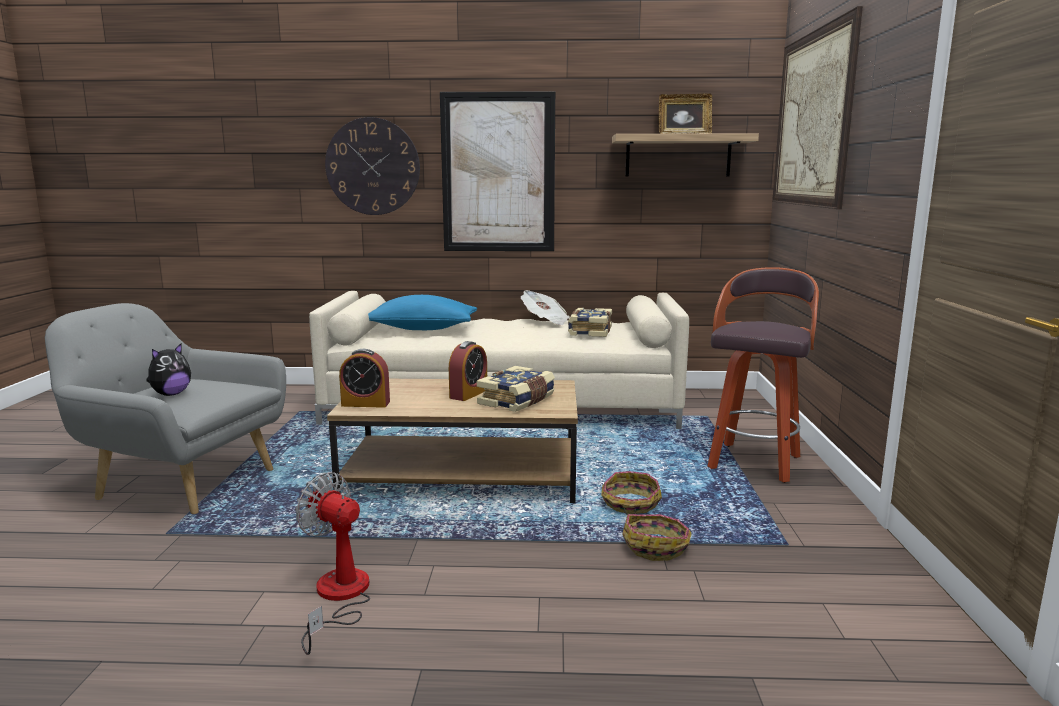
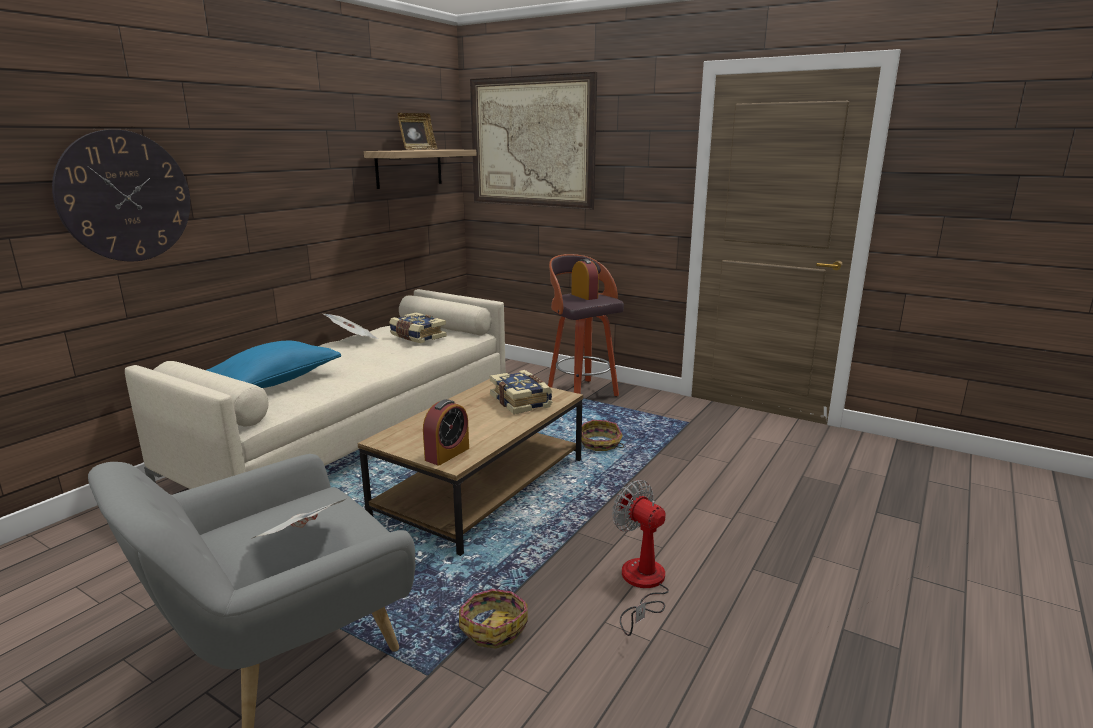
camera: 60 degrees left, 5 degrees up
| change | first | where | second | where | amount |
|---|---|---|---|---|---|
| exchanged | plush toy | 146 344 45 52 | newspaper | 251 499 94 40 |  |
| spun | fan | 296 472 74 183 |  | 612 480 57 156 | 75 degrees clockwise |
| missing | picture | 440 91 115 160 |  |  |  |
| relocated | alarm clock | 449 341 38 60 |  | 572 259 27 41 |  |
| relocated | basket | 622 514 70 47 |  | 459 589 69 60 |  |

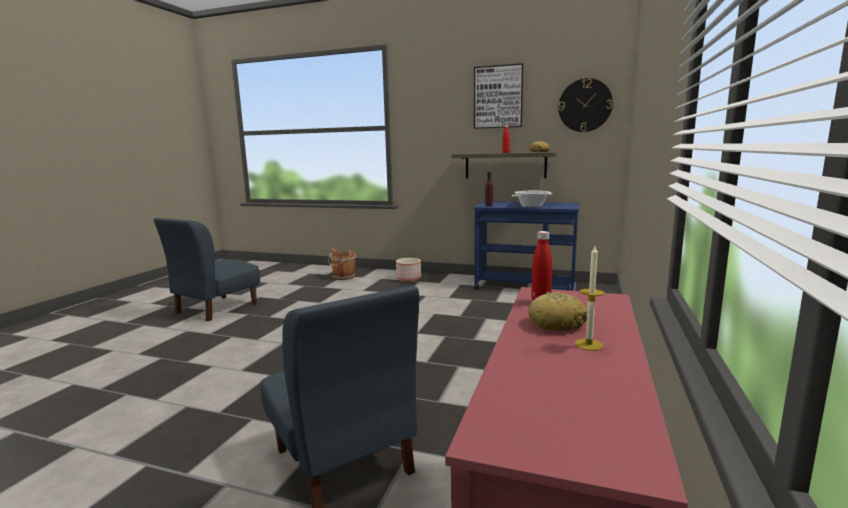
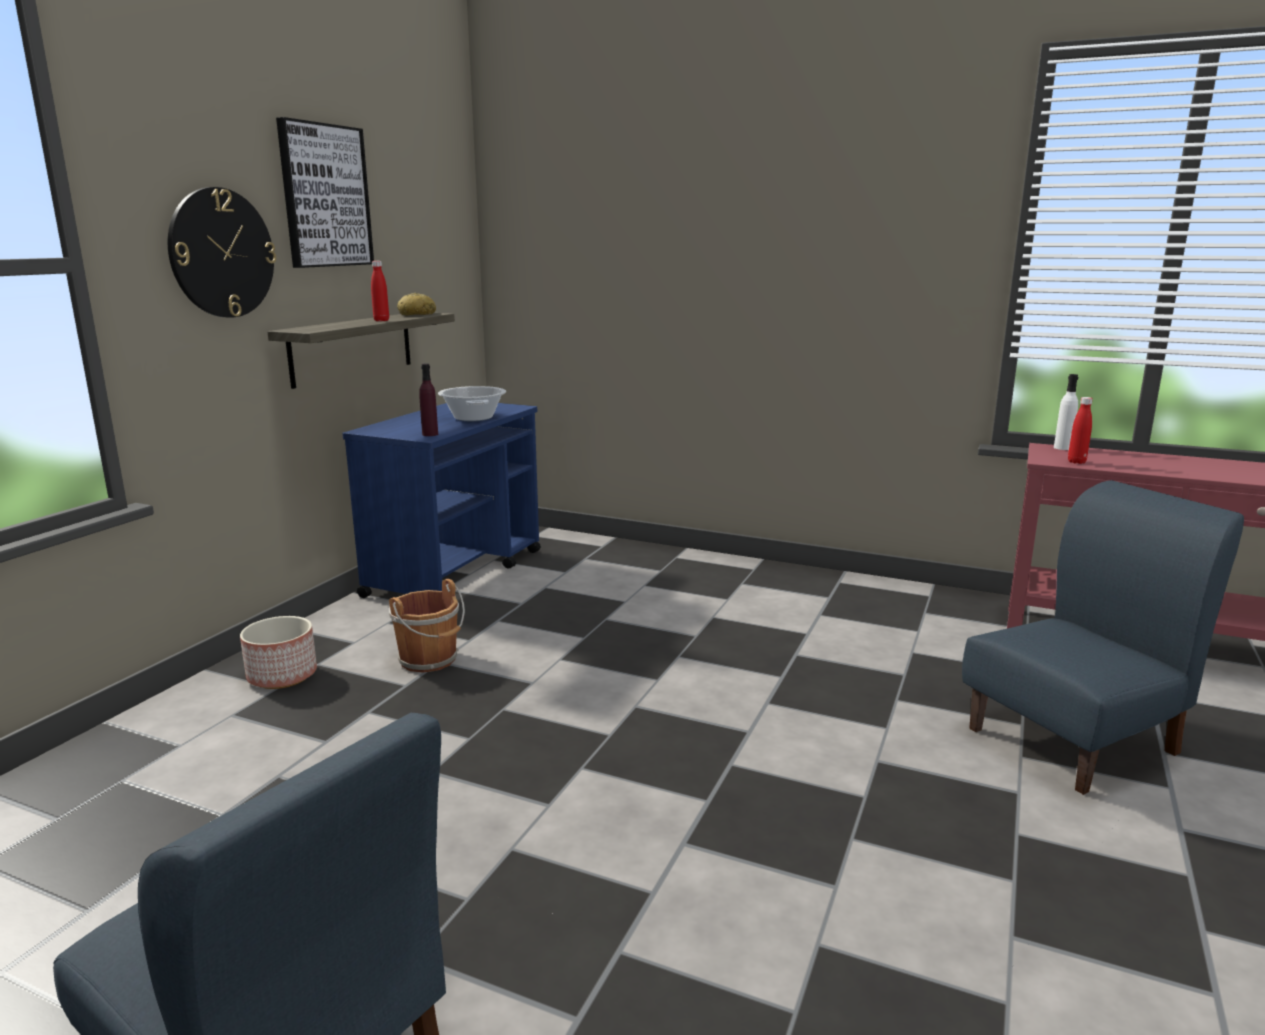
camera: 85 degrees left, 5 degrees up
| change | first | where | second | where | amount |
|---|---|---|---|---|---|
| relocated | bucket (brown) | 328 248 28 32 |  | 389 579 76 94 |  |
| missing | bread | 528 292 59 39 |  |  |  |
| relocated | wall clock | 558 78 55 54 |  | 168 187 108 131 |  |
| missing | candle | 575 246 30 105 |  |  |  |
| appeared |  |  | bottle (white) | 1054 374 24 76 |  |

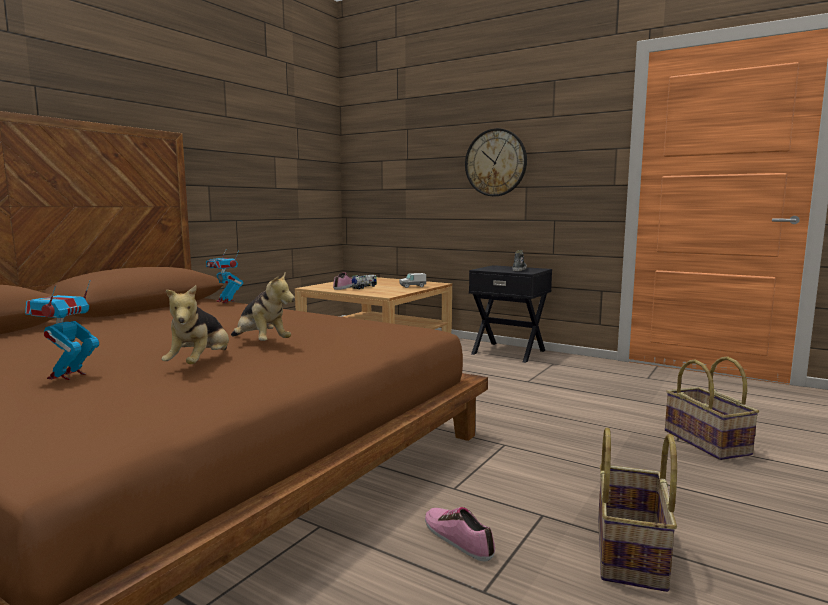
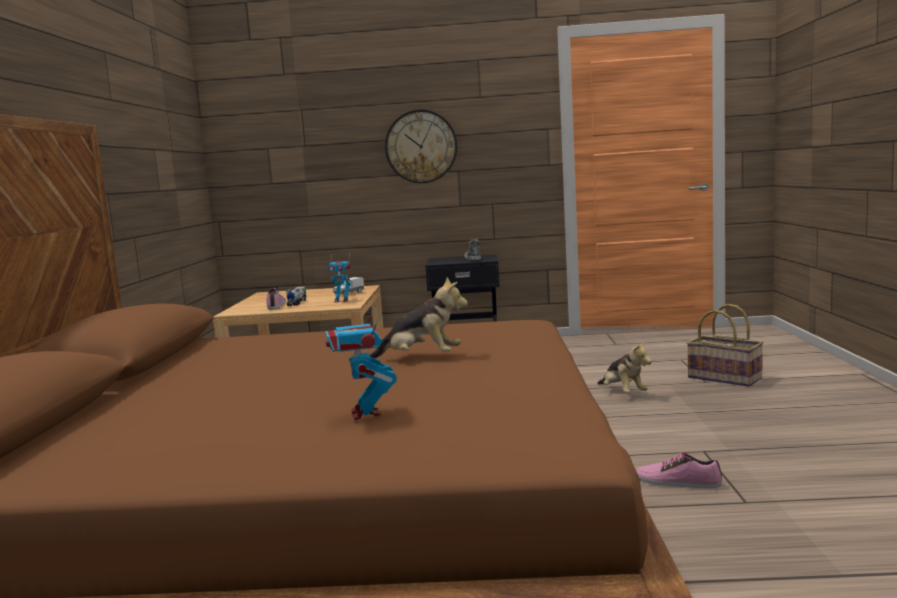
camera: 30 degrees left, 0 degrees up
| change | first | where | second | where | amount |
|---|---|---|---|---|---|
| relocated | plush toy | 161 285 68 79 |  | 598 340 54 53 |  |
| relocated | toy robot | 206 250 37 53 |  | 327 253 24 49 |  |
| missing | basket | 598 428 79 164 |  |  |  |

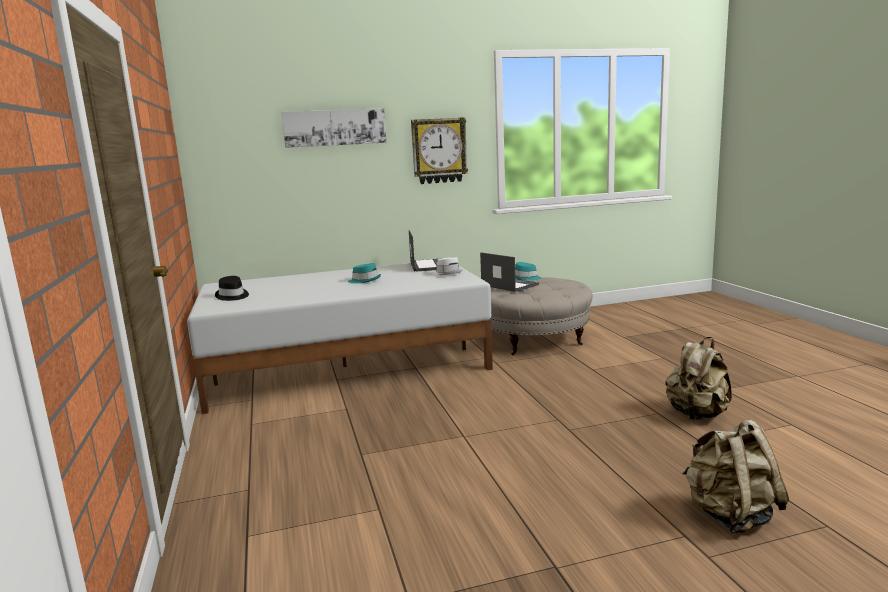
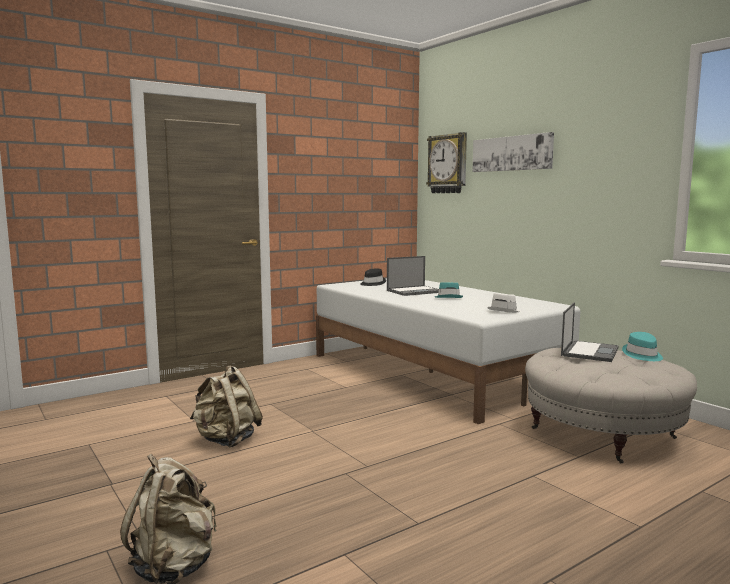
camera: 70 degrees right, 5 degrees down
| change | first | where | second | where | amount |
|---|---|---|---|---|---|
| relocated | laptop | 409 230 33 42 |  | 387 256 52 40 |  |
| relocated | wall clock | 411 118 57 66 |  | 426 132 41 61 |  |
| relocated | backpack (beige) | 666 337 66 83 |  | 190 366 73 82 |  |

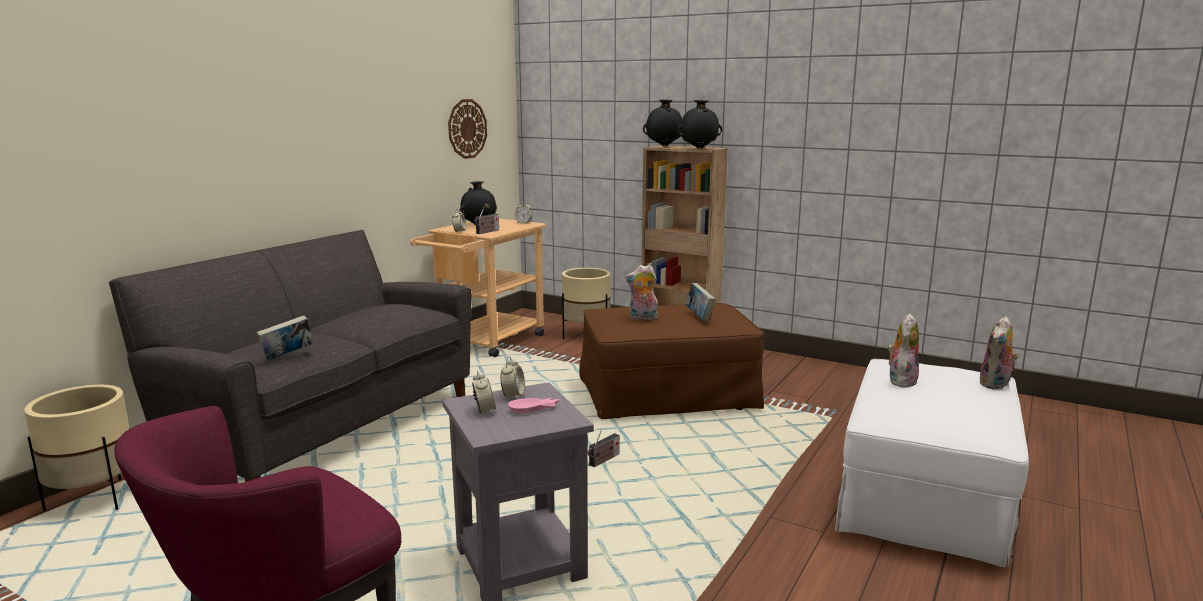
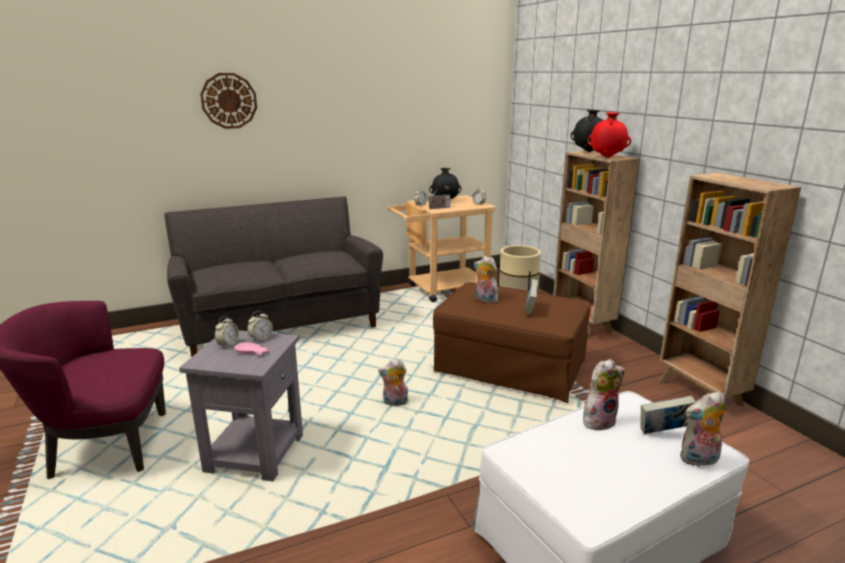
camera: 35 degrees right, 5 degrees up
| change | first | where | second | where | amount |
|---|---|---|---|---|---|
| missing | planter (beige) | 24 385 106 126 |  |  |  |
| relocated | book | 256 315 58 46 |  | 640 396 56 38 |  |
| relocated | wall clock | 448 99 39 60 |  | 200 73 57 56 |  |
| exchanged | radio | 588 431 32 36 | plush toy | 378 359 31 47 |  |
| colour | vase (black) | 677 100 45 49 | vase (red) | 587 112 44 46 |  |
| appeared |  |  | bookcase (brown) | 659 173 142 233 |  |

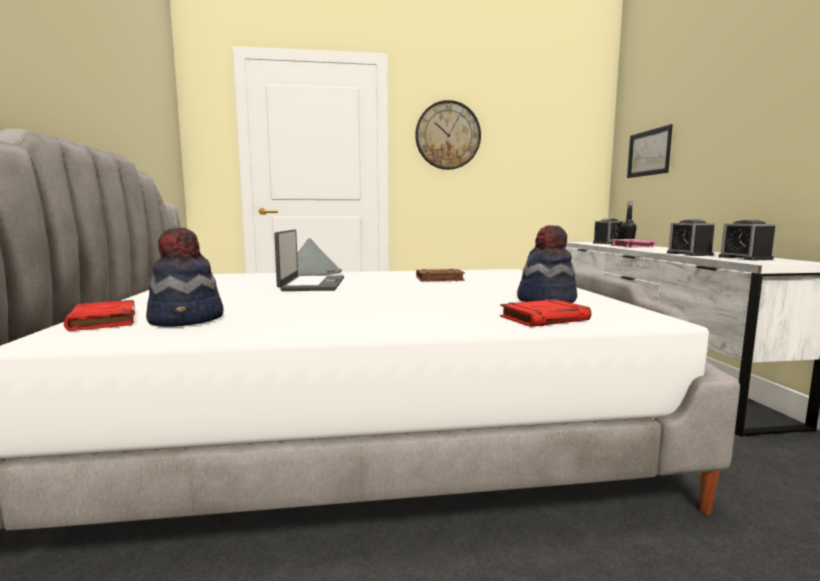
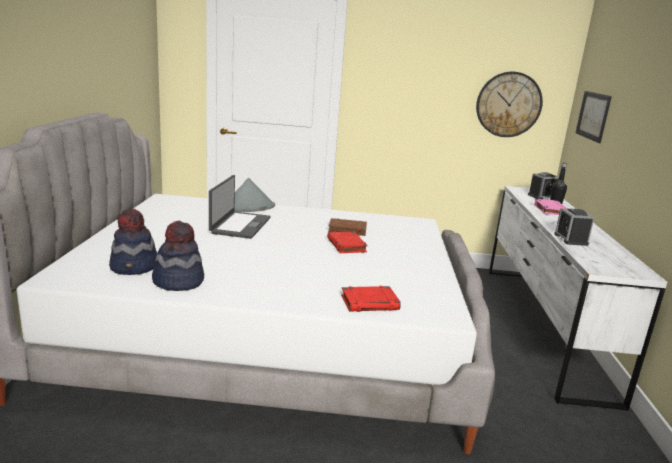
camera: 10 degrees right, 10 degrees up
| change | first | where | second | where | amount |
|---|---|---|---|---|---|
| relocated | book (red) | 64 300 71 31 |  | 327 232 41 21 |  |
| relocated | wall clock | 415 100 66 70 |  | 476 72 67 65 |  |
| relocated | hat | 517 225 60 78 |  | 152 221 52 70 |  |
| missing | alarm clock | 719 220 57 40 |  |  |  |

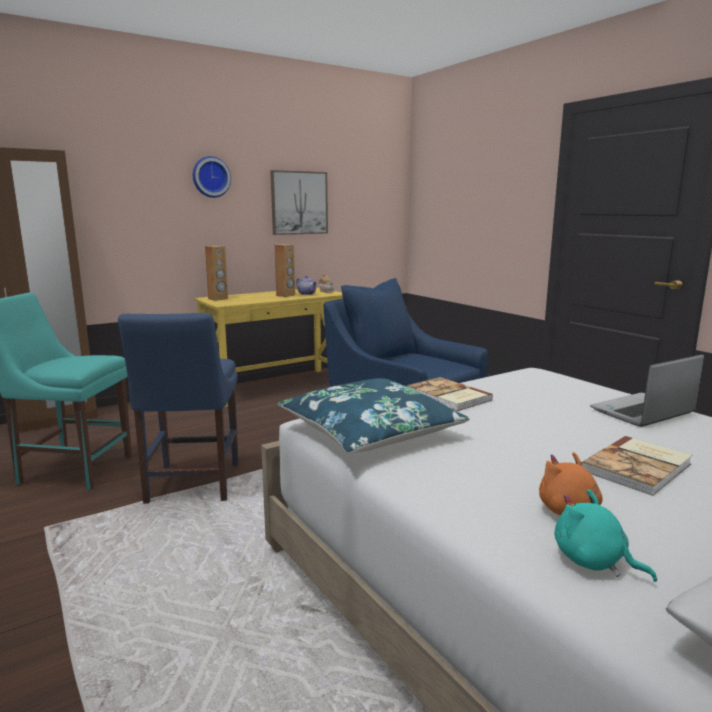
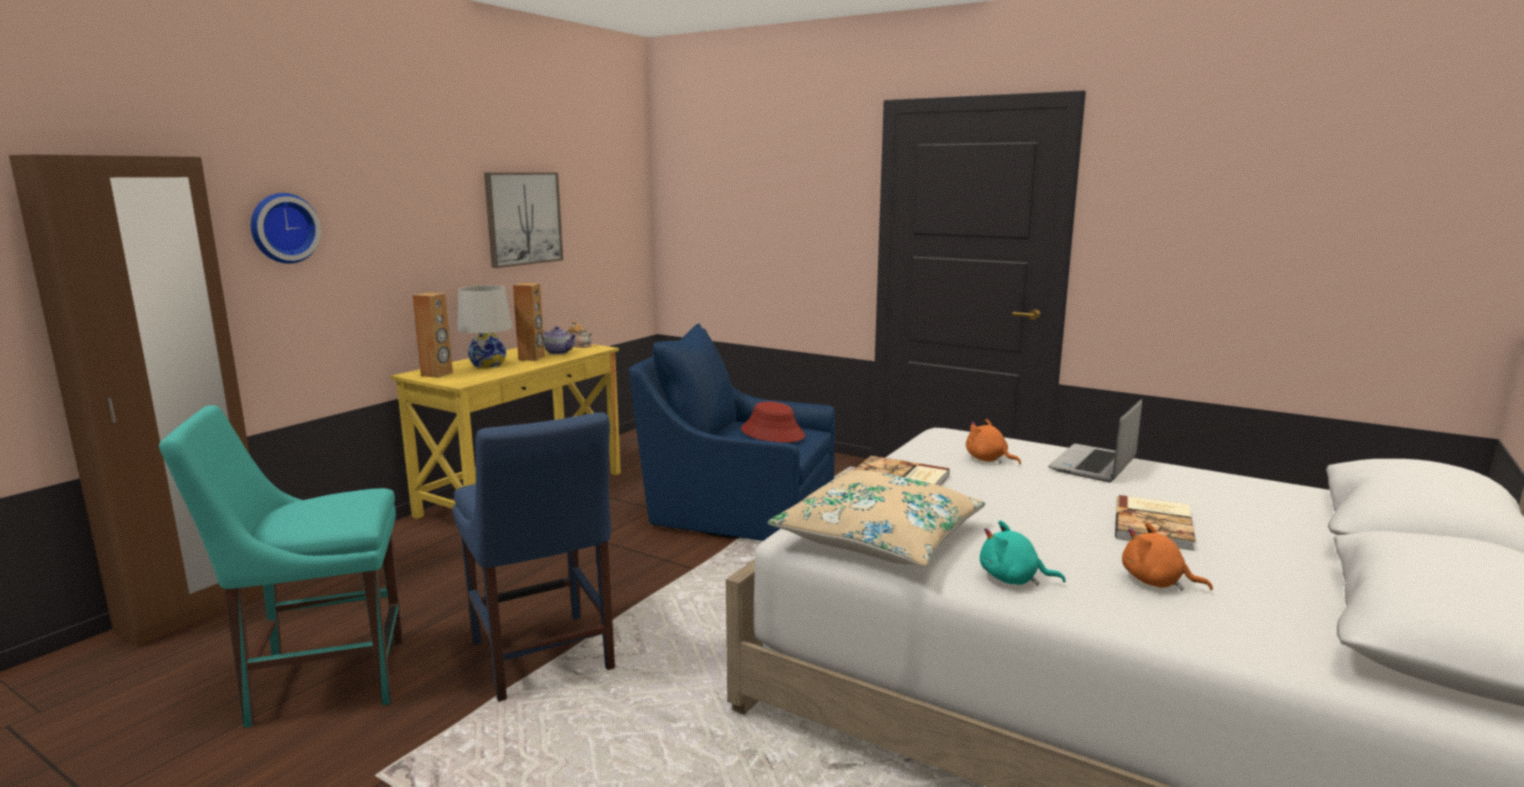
camera: 25 degrees left, 0 degrees up
| change | first | where | second | where | amount |
|---|---|---|---|---|---|
| relocated | wall clock | 193 156 38 42 |  | 251 193 70 71 |  |
| colour | pillow (blue) | 278 378 192 76 | pillow (beige) | 768 470 217 97 |  |
| relocated | plush toy (turquoise) | 554 489 103 93 |  | 980 520 86 66 |  |
| appeared |  |  | table lamp (white) | 457 285 55 83 |  |
| appeared |  |  | hat (red) | 741 402 64 41 |  |
| appeared |  |  | plush toy (orange) | 966 419 55 45 |  |

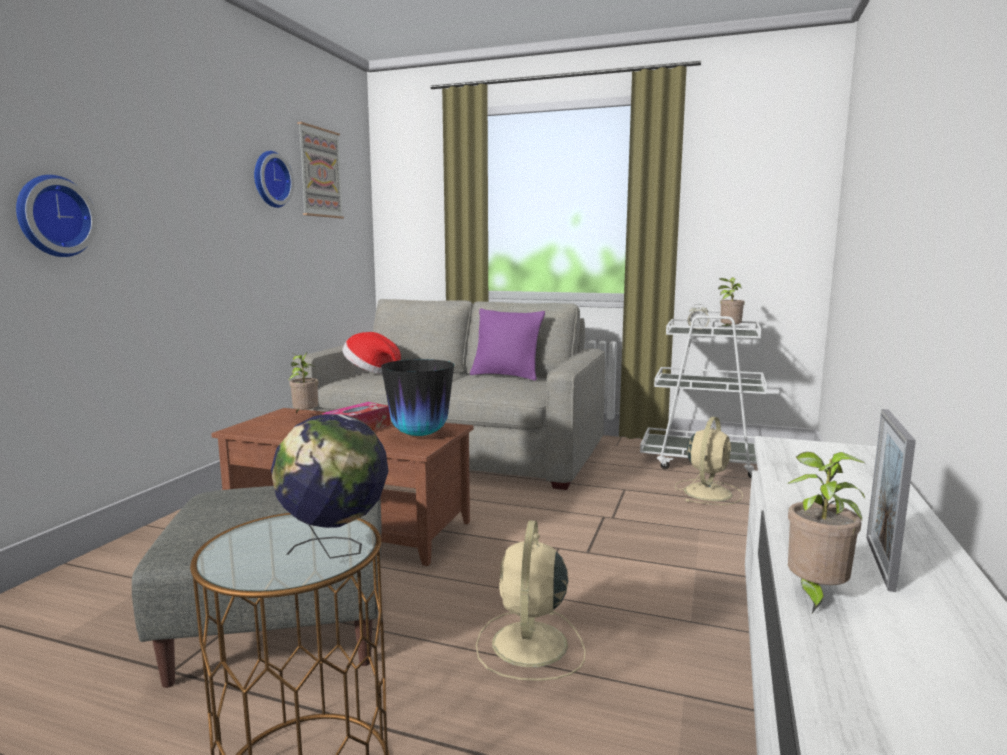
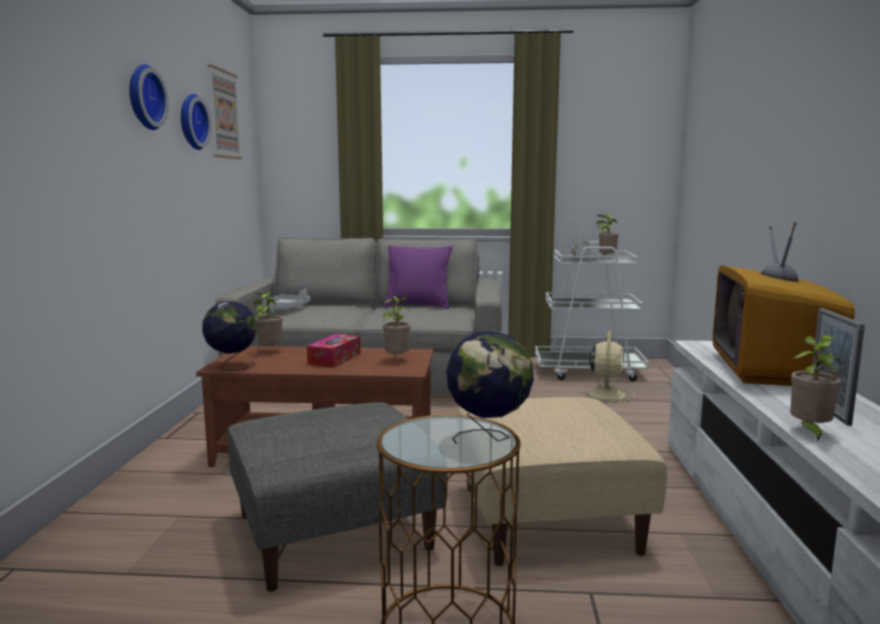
camera: 15 degrees left, 0 degrees up
| change | first | where | second | where | amount |
|---|---|---|---|---|---|
| relocated | wall clock | 16 175 81 82 |  | 129 64 40 66 |  |
| exchanged | hat | 342 332 59 42 | tray (grey) | 262 289 49 21 |  |
| exchanged | vase | 381 359 73 77 | potted plant | 383 296 28 59 |  |
| exchanged | fan (beige) | 476 520 109 161 | ottoman (beige) | 457 397 210 169 |  |
| appeared |  |  | globe | 202 301 55 69 |  |
| appeared |  |  | television | 713 221 142 165 |  |

